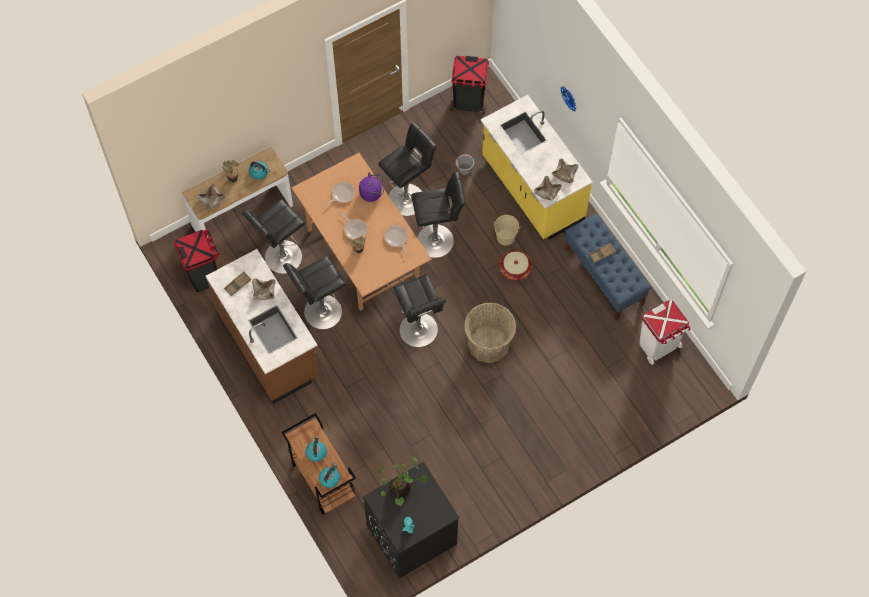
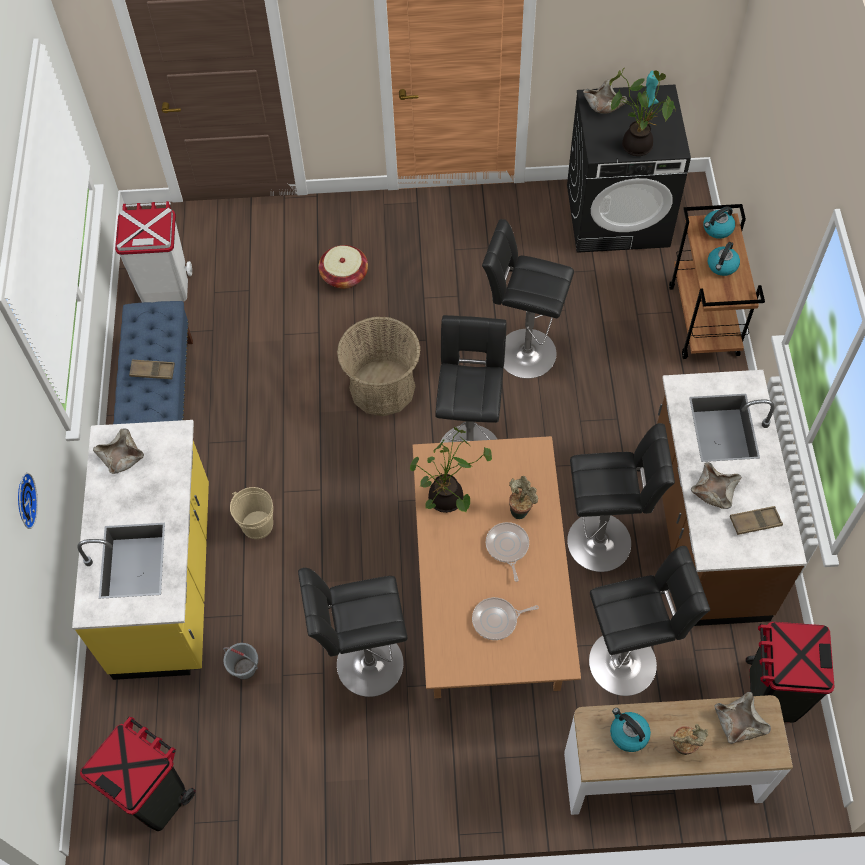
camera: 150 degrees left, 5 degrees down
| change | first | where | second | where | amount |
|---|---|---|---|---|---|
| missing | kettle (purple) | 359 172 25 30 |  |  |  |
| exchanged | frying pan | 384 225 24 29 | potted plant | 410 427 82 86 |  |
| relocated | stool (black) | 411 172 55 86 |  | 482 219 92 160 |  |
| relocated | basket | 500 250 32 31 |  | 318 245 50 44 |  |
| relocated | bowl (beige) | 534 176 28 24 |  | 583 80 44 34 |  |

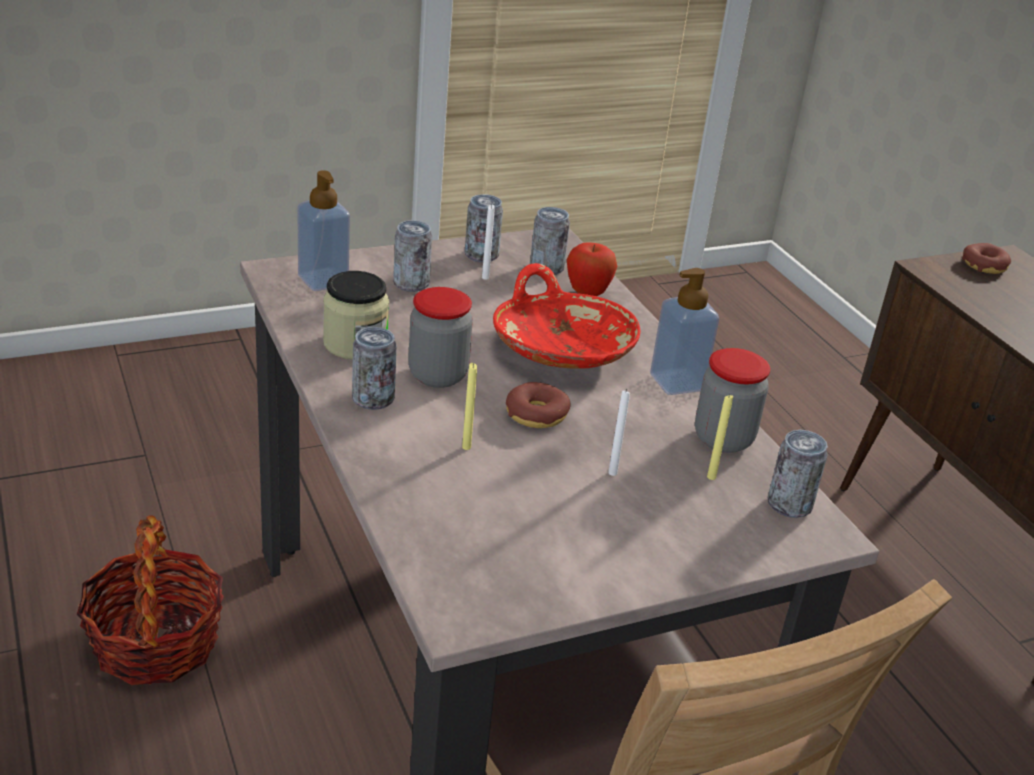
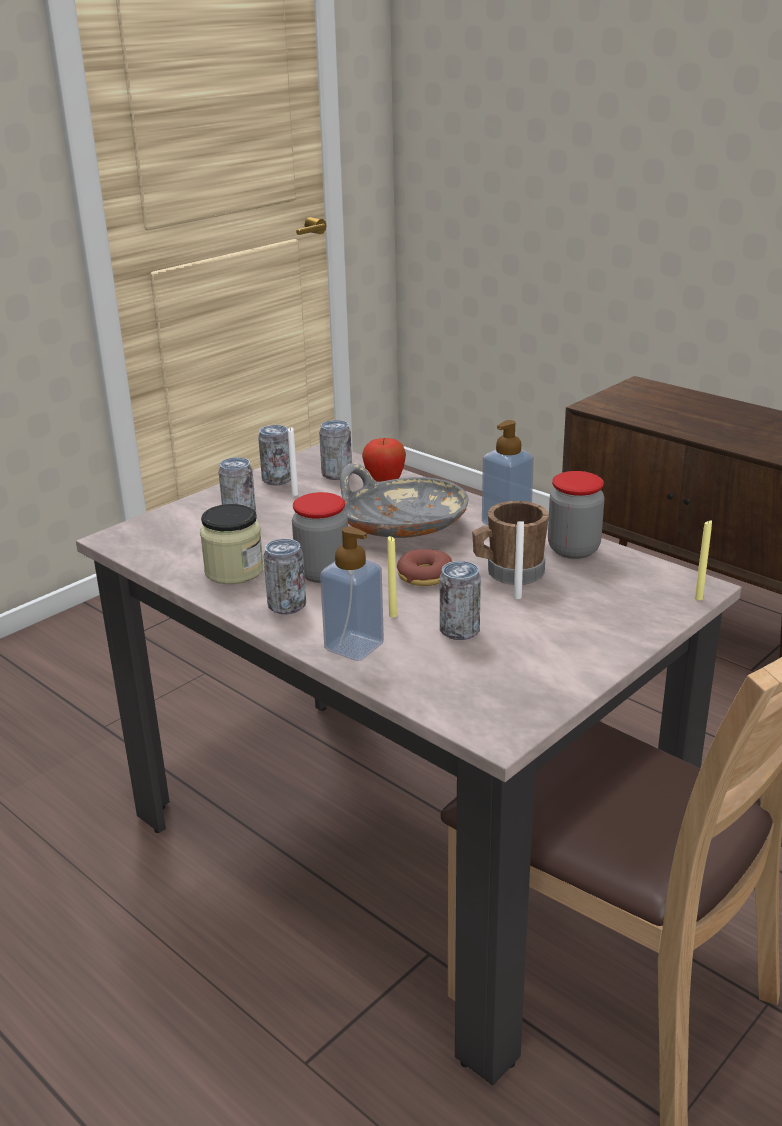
camera: 20 degrees left, 5 degrees down
| change | first | where | second | where | amount |
|---|---|---|---|---|---|
| missing | basket | 76 515 148 170 |  |  |  |
| relocated | soap dispenser | 297 170 53 121 |  | 320 526 64 135 |  |
| colour | bowl (red) | 493 263 147 106 | bowl (grey) | 340 463 128 75 |  |
| relocated | candle (yellow) | 707 394 26 86 |  | 695 520 17 80 |  |
| relocated | can | 768 430 60 88 |  | 440 561 41 79 |  |
| missing | donut | 962 243 49 31 |  |  |  |
| appeared |  |  | mug (brown) | 472 501 77 84 |  |

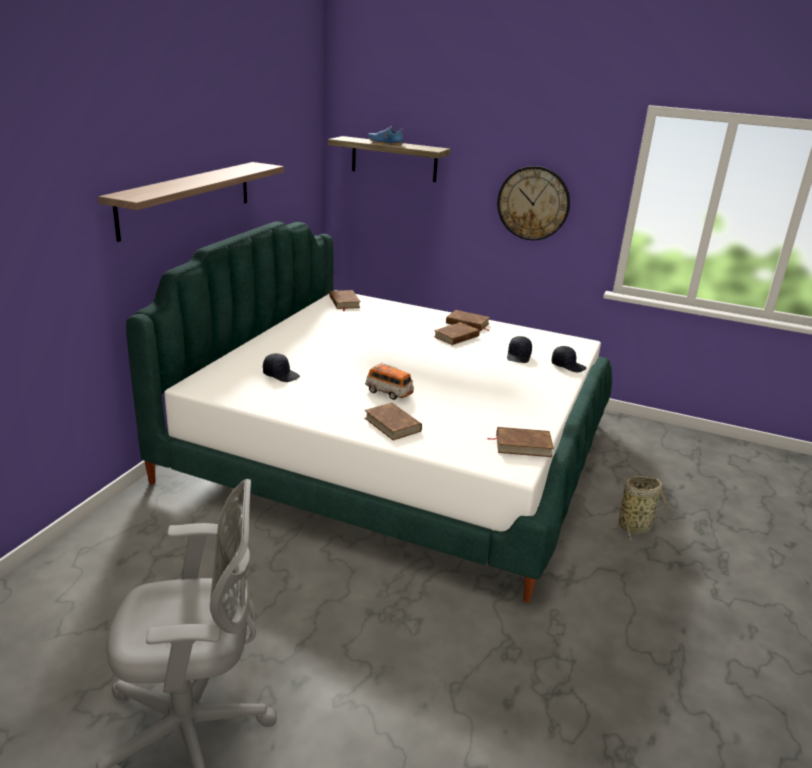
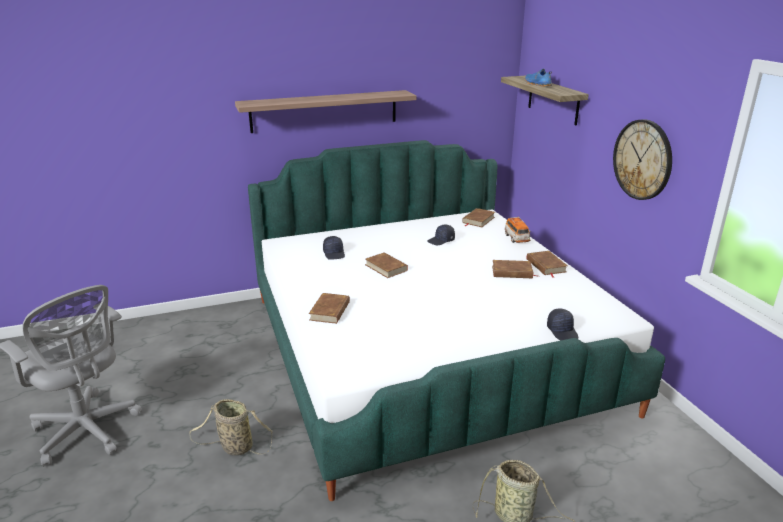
camera: 50 degrees right, 0 degrees up
| change | first | where | second | where | amount |
|---|---|---|---|---|---|
| relocated | toy car | 365 363 49 37 |  | 505 217 26 26 |  |
| relocated | book (brown) | 488 427 66 30 |  | 365 252 43 26 |  |
| relocated | cap (black) | 507 336 25 27 |  | 427 225 28 20 |  |
| appeared |  |  | basket | 189 399 84 56 |  |

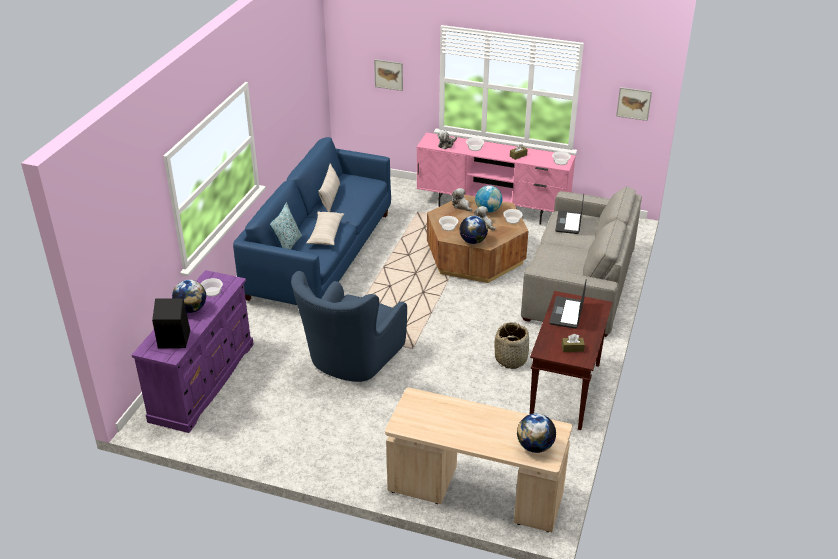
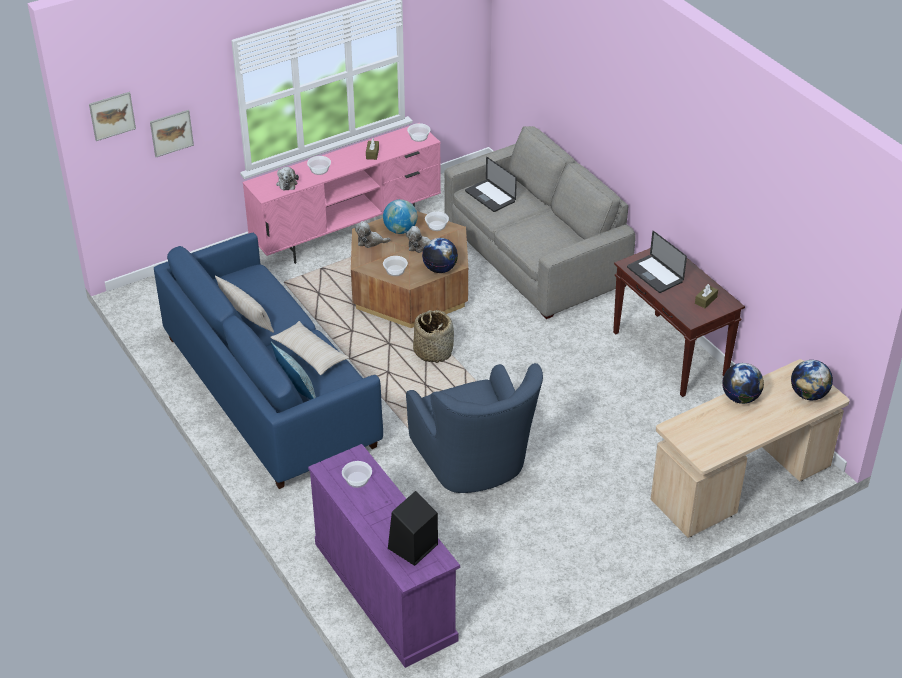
camera: 50 degrees left, 5 degrees up
| change | first | where | second | where | amount |
|---|---|---|---|---|---|
| relocated | globe | 172 280 34 33 |  | 722 363 42 41 |  |
| relocated | basket | 494 323 35 46 |  | 413 310 41 53 |  |
| relocated | picture | 616 87 36 34 |  | 89 92 47 49 |  |

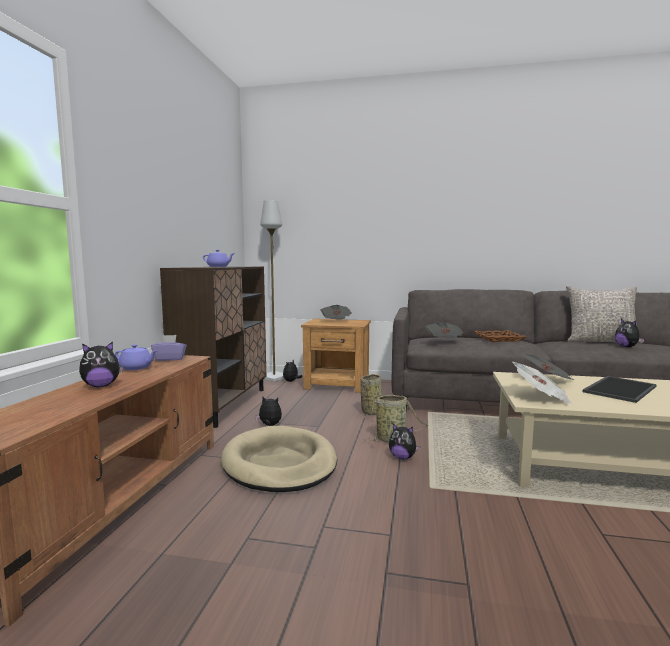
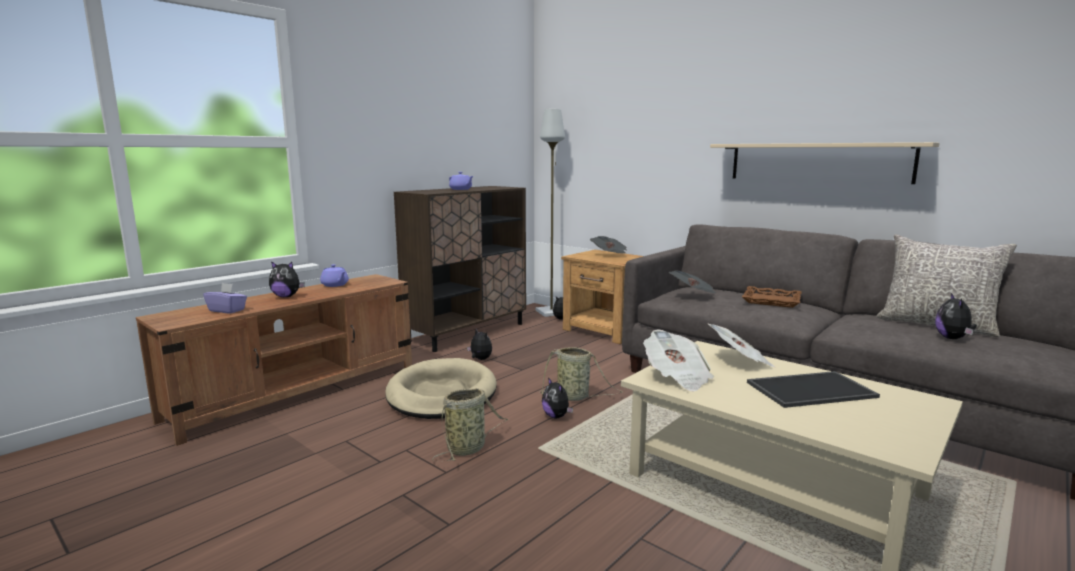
camera: 30 degrees right, 5 degrees up
| change | first | where | second | where | amount |
|---|---|---|---|---|---|
| relocated | tissue box (purple) | 151 335 36 26 |  | 203 283 44 31 |  |
| relocated | basket | 360 374 22 43 |  | 432 388 77 73 |  |
| appeared |  |  | shelf (beige) | 710 142 230 42 |  |

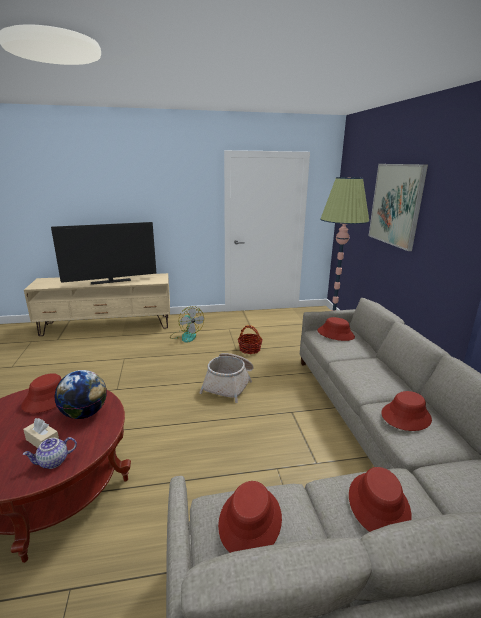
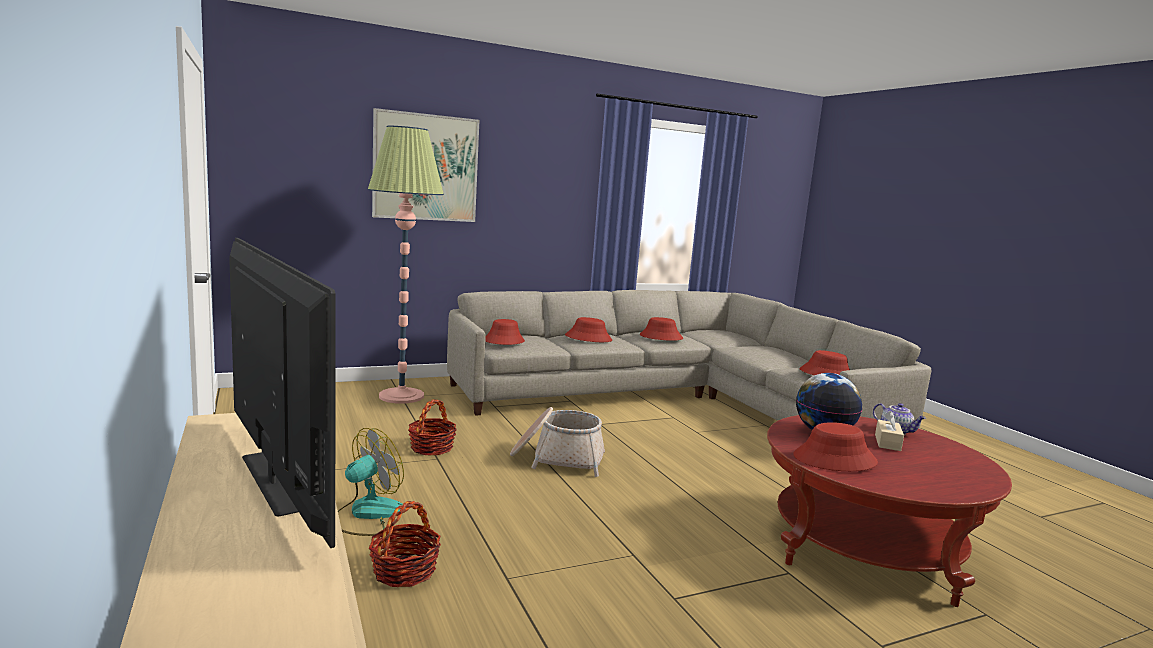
camera: 105 degrees left, 10 degrees down
| change | first | where | second | where | amount |
|---|---|---|---|---|---|
| relocated | hat (red) | 349 467 63 65 |  | 565 317 47 25 |  |
| appeared |  |  | basket | 369 501 72 86 |  |

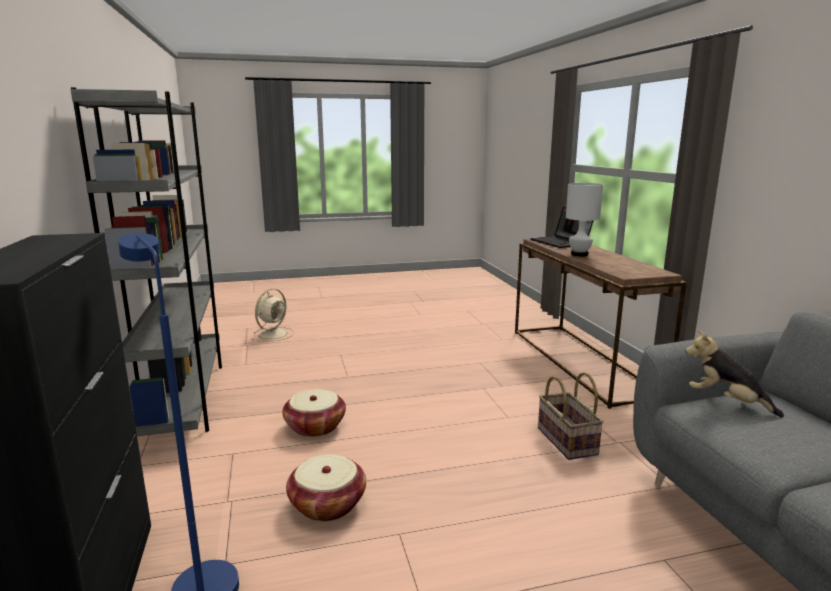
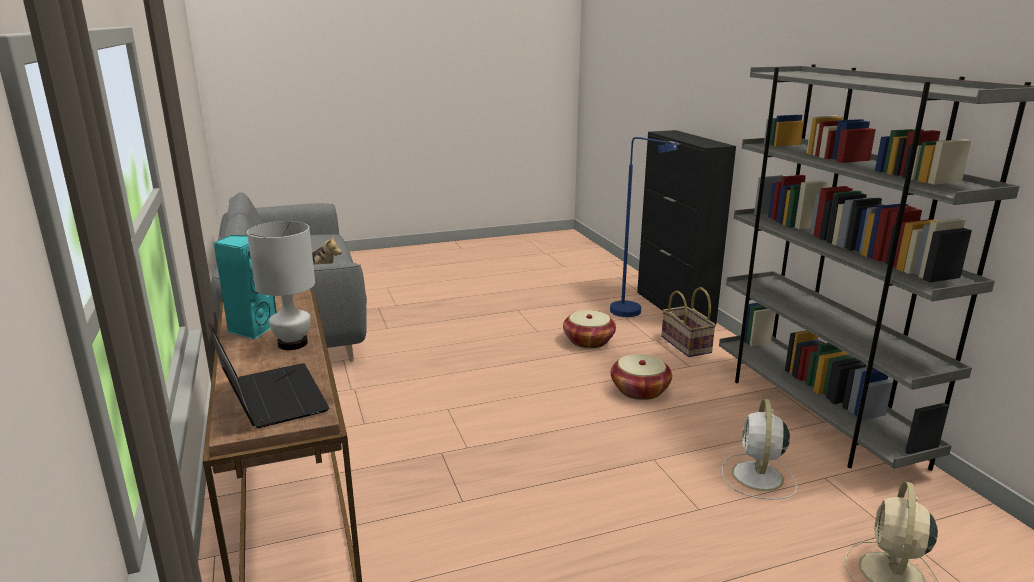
camera: 175 degrees right, 5 degrees up
| change | first | where | second | where | amount |
|---|---|---|---|---|---|
| relocated | basket | 538 372 66 88 |  | 661 287 55 70 |  |
| appeared |  |  | speaker (turquoise) | 213 235 64 105 |  |
| appeared |  |  | fan (white) | 722 398 75 102 |  |

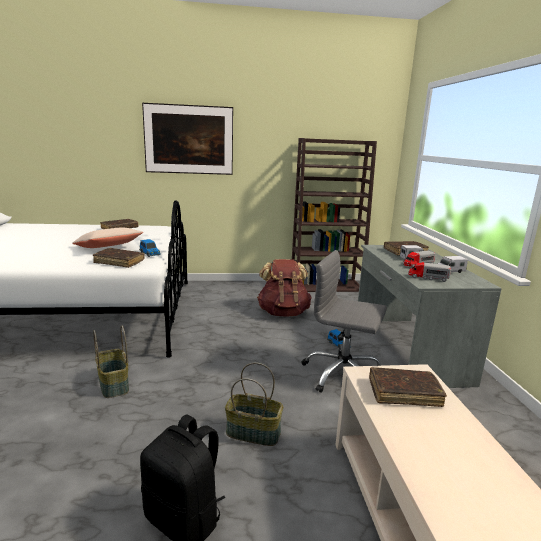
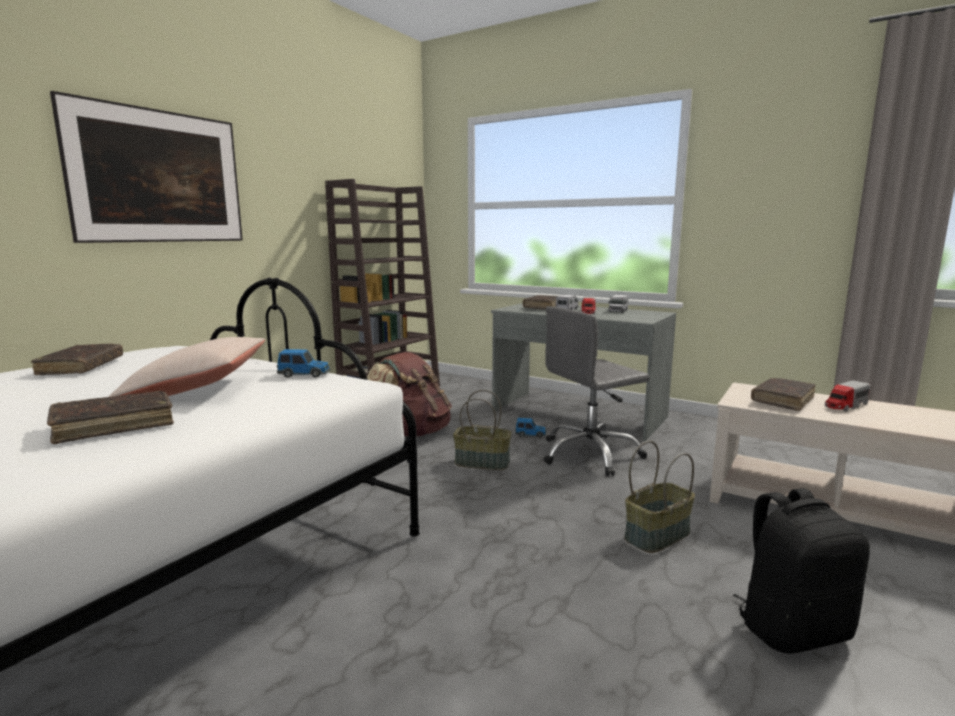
camera: 50 degrees left, 5 degrees down
| change | first | where | second | where | amount |
|---|---|---|---|---|---|
| relocated | book (brown) | 93 248 52 20 |  | 47 391 127 53 |  |
| relocated | basket | 93 325 36 73 |  | 453 390 59 80 |  |
| relocated | toy truck | 408 262 43 20 |  | 825 380 46 32 |  |

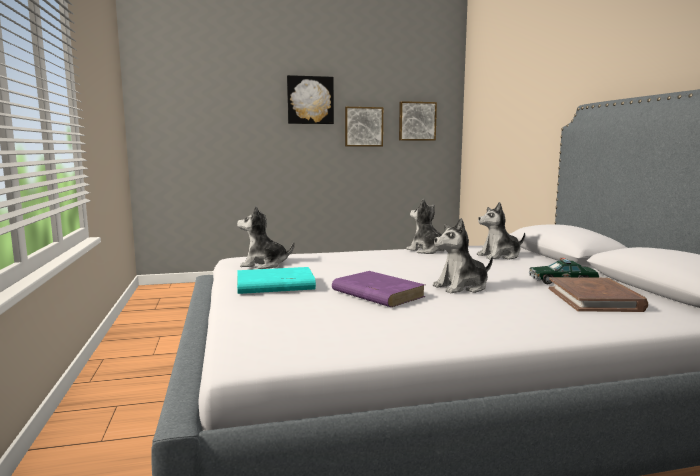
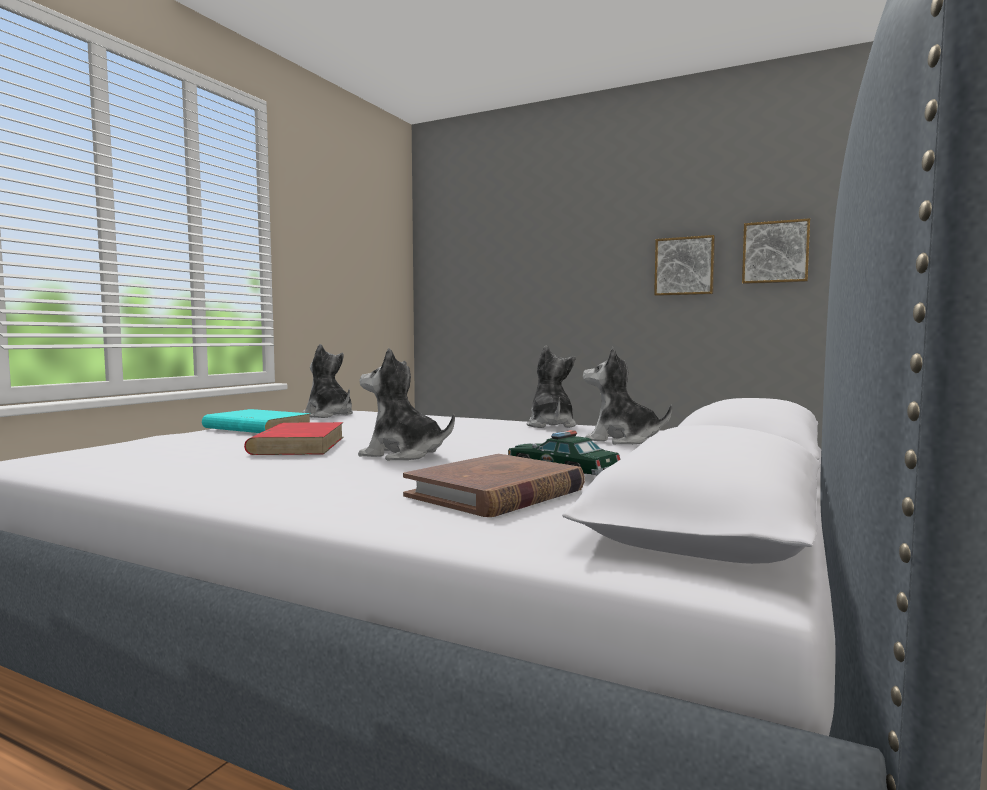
camera: 40 degrees right, 5 degrees down
| change | first | where | second | where | amount |
|---|---|---|---|---|---|
| missing | picture | 287 75 47 49 |  |  |  |
| colour | book (purple) | 332 271 93 36 | book (red) | 244 422 100 33 |  |

